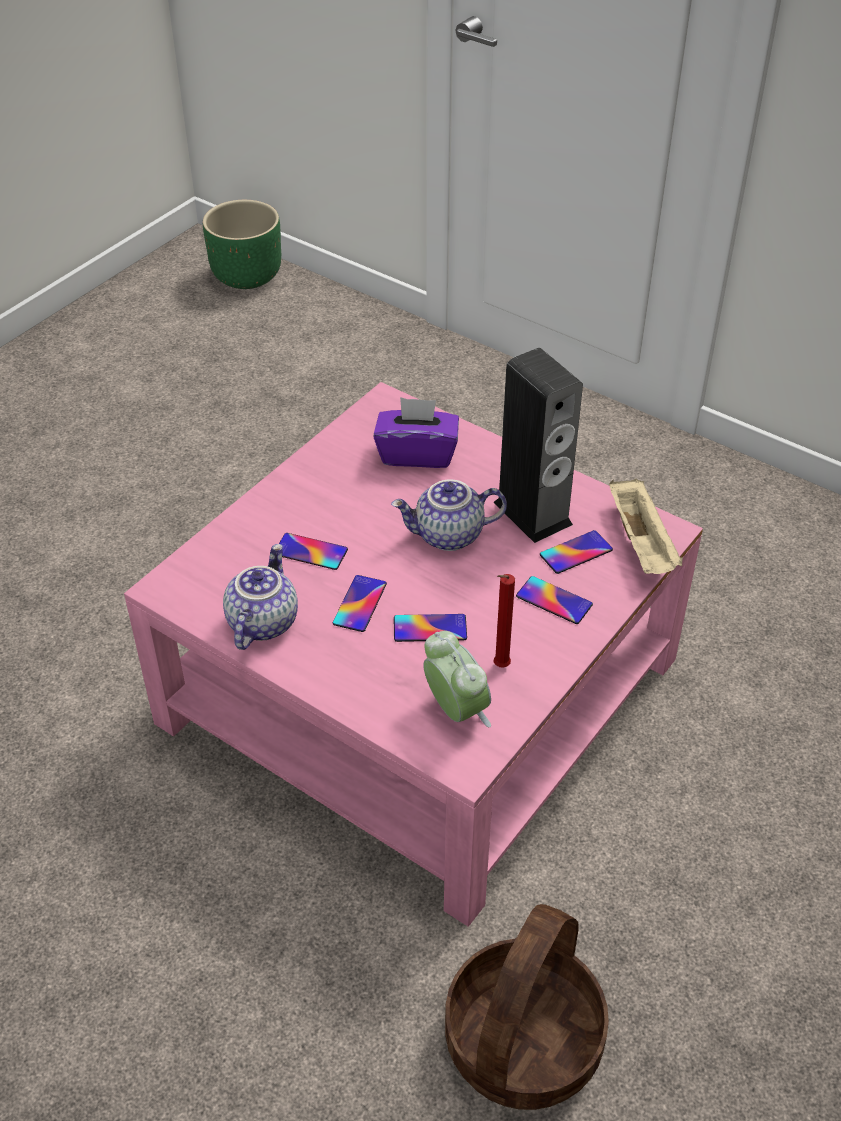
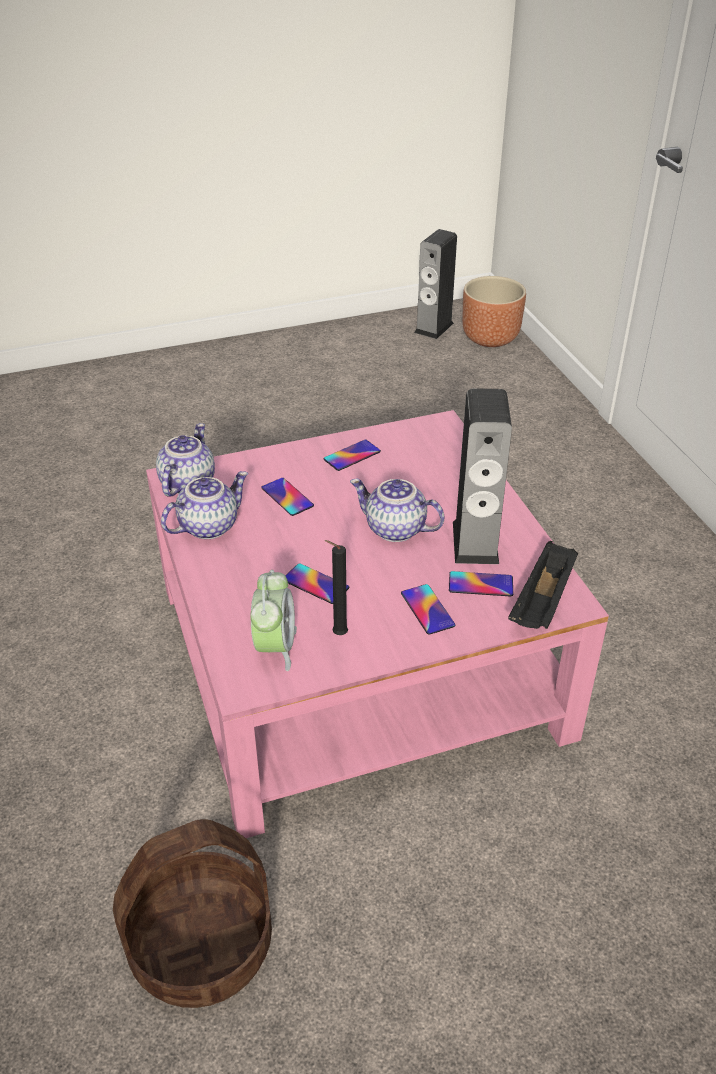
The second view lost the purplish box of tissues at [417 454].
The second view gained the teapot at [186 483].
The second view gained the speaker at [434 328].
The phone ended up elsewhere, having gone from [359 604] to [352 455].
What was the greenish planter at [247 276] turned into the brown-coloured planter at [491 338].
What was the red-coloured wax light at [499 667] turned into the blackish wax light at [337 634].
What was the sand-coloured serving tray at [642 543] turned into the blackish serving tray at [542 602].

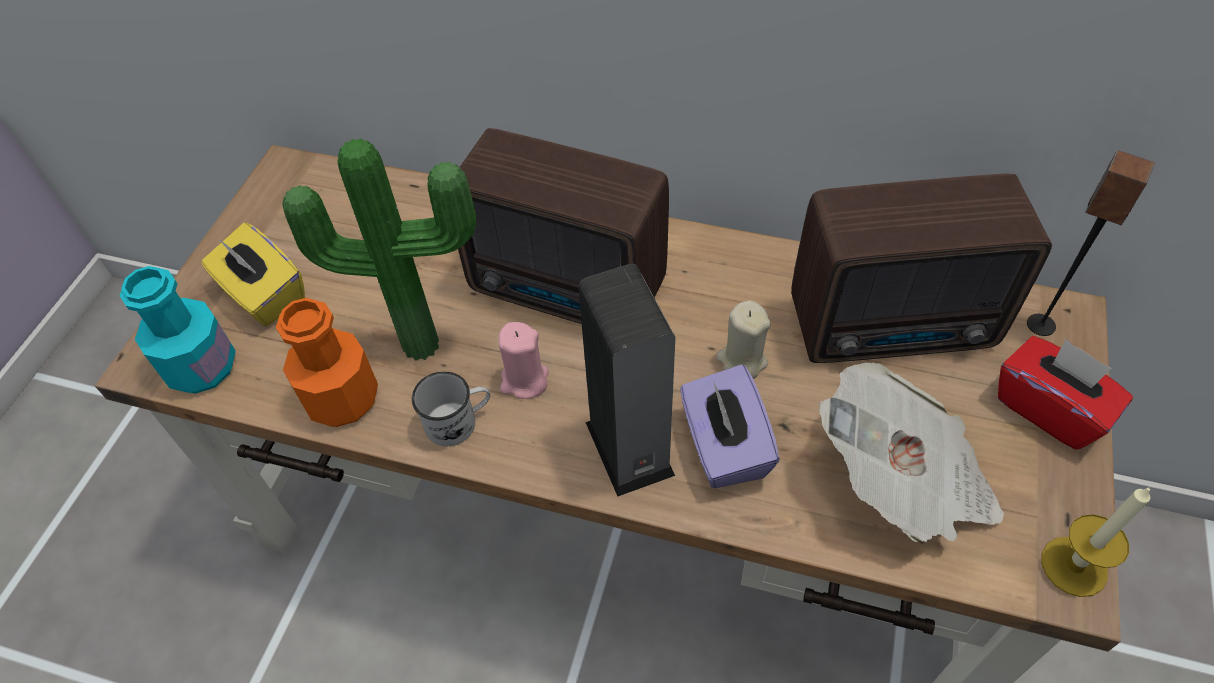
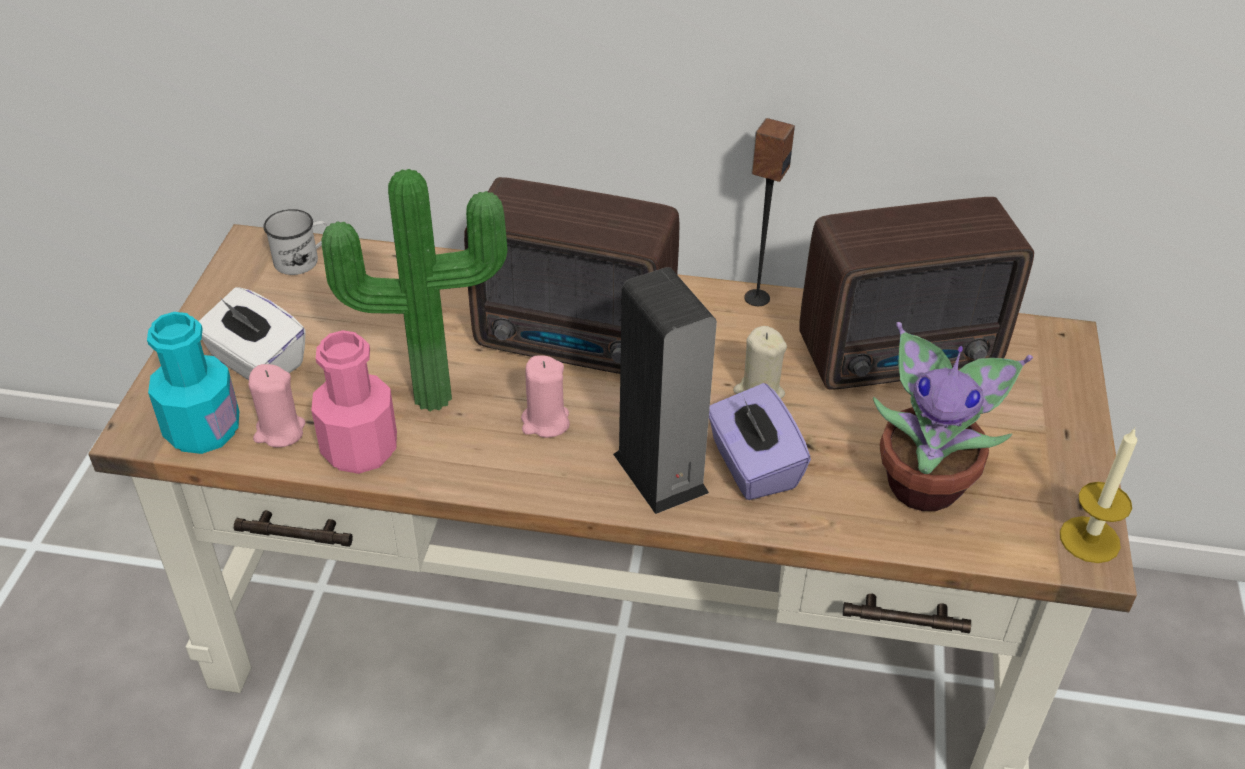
The second view lost the red-coloured box of tissues at [1049 408].
The second view gained the pink-coloured wax light at [279 431].
The white-coloured tea mug ended up elsewhere, having gone from [459 422] to [303 259].
The speaker ended up elsewhere, having gone from [1040 324] to [756 298].
Where the newspaper stood at [903 480], the potted plant came to stand at [926 482].
What was the yellow box of tissues at [264 295] turned into the white-coloured box of tissues at [256 362].
What was the orange bottle at [342 399] turned into the pink-coloured bottle at [360 449].

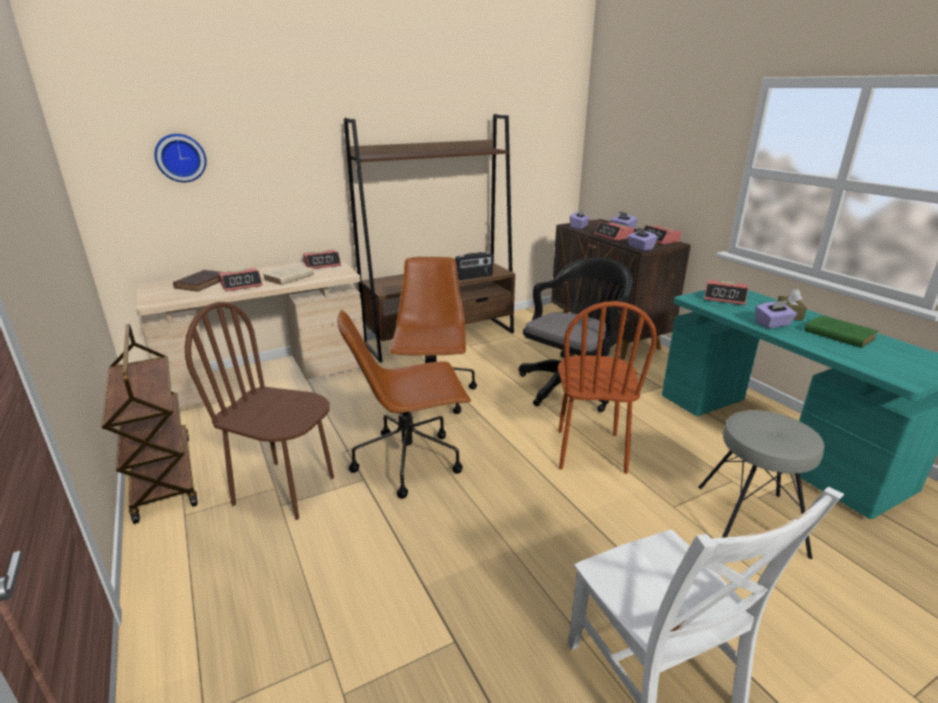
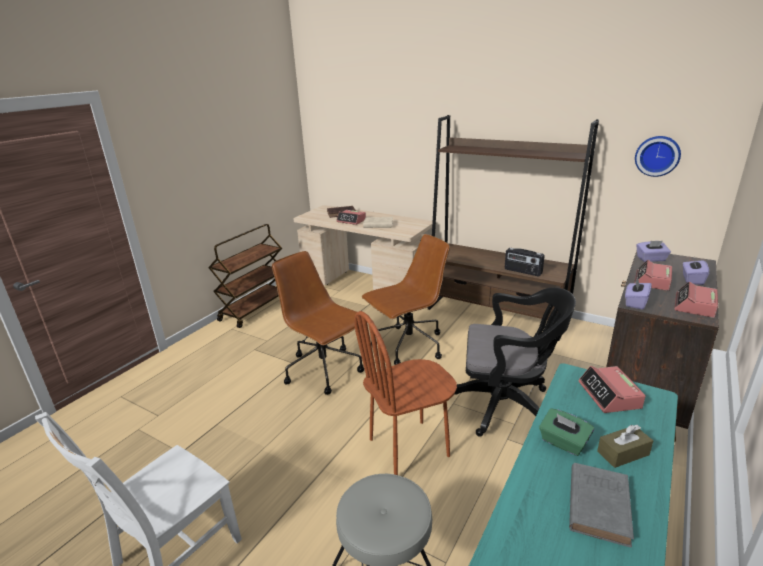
The second view lost the brown-coloured upright chair at [285 490].
The second view lost the table clock at [322 264].
The clock on the wall ended up elsewhere, having gone from [180 157] to [657 155].
What was the purplish box of tissues at [772 324] turned into the greenish box of tissues at [563 443].
What was the greenish bound book at [837 334] turned into the gray bound book at [598 504].

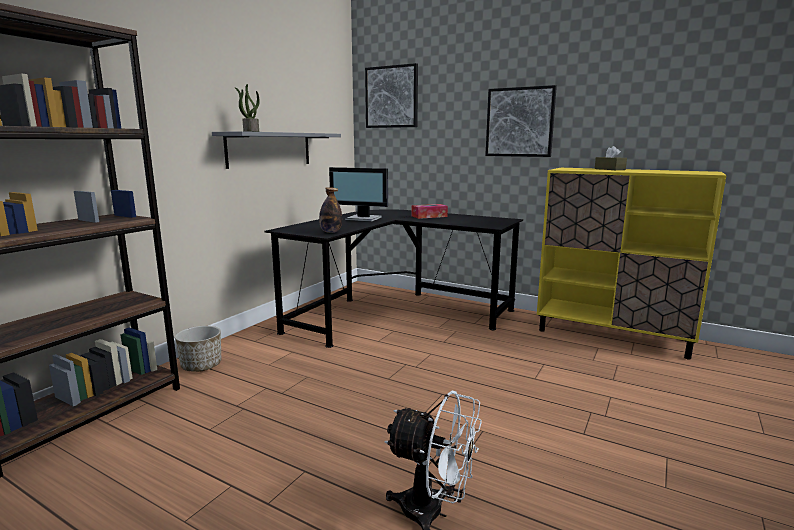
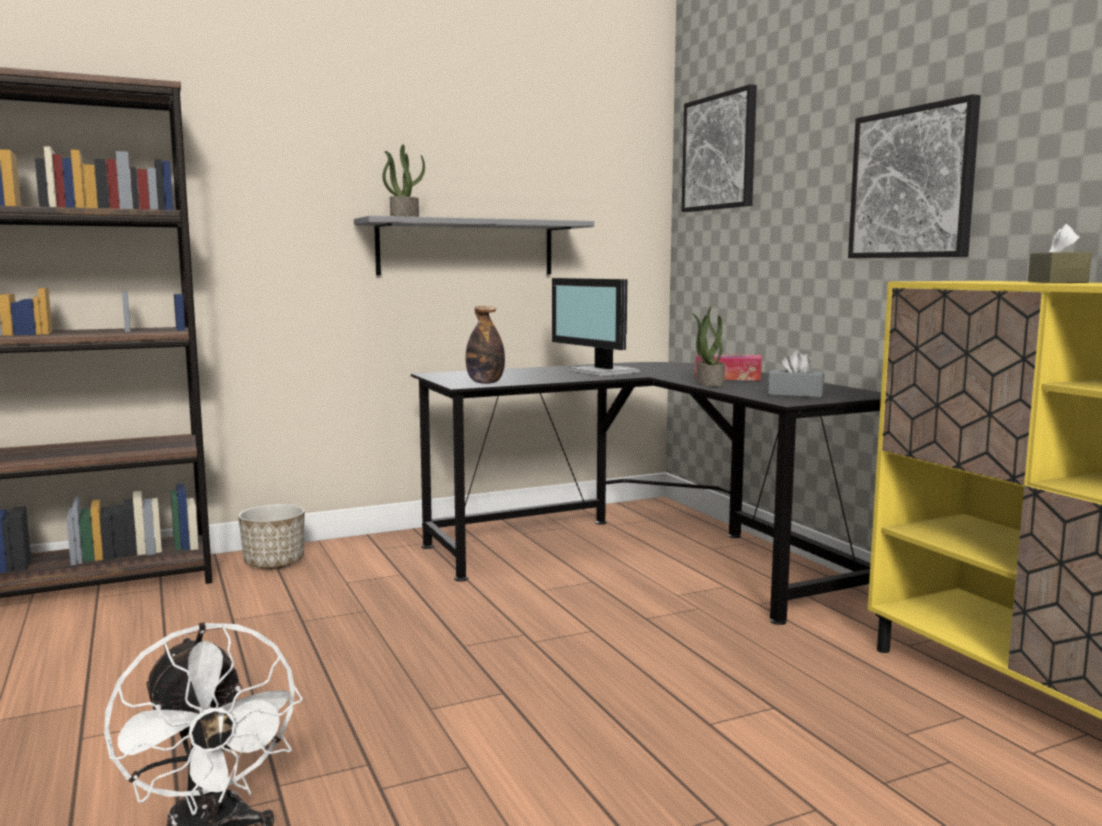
The second view gained the potted plant at [709 383].
The second view gained the gray box of tissues at [795 394].

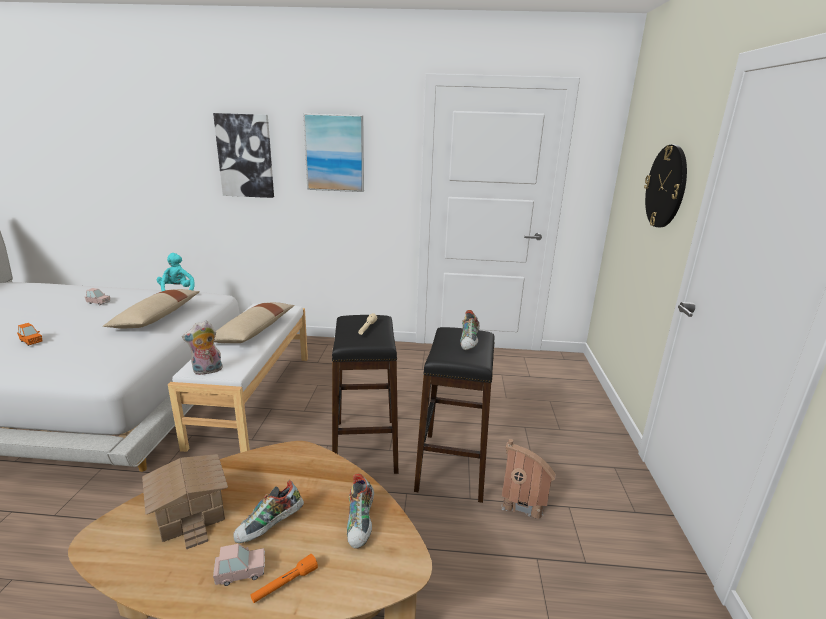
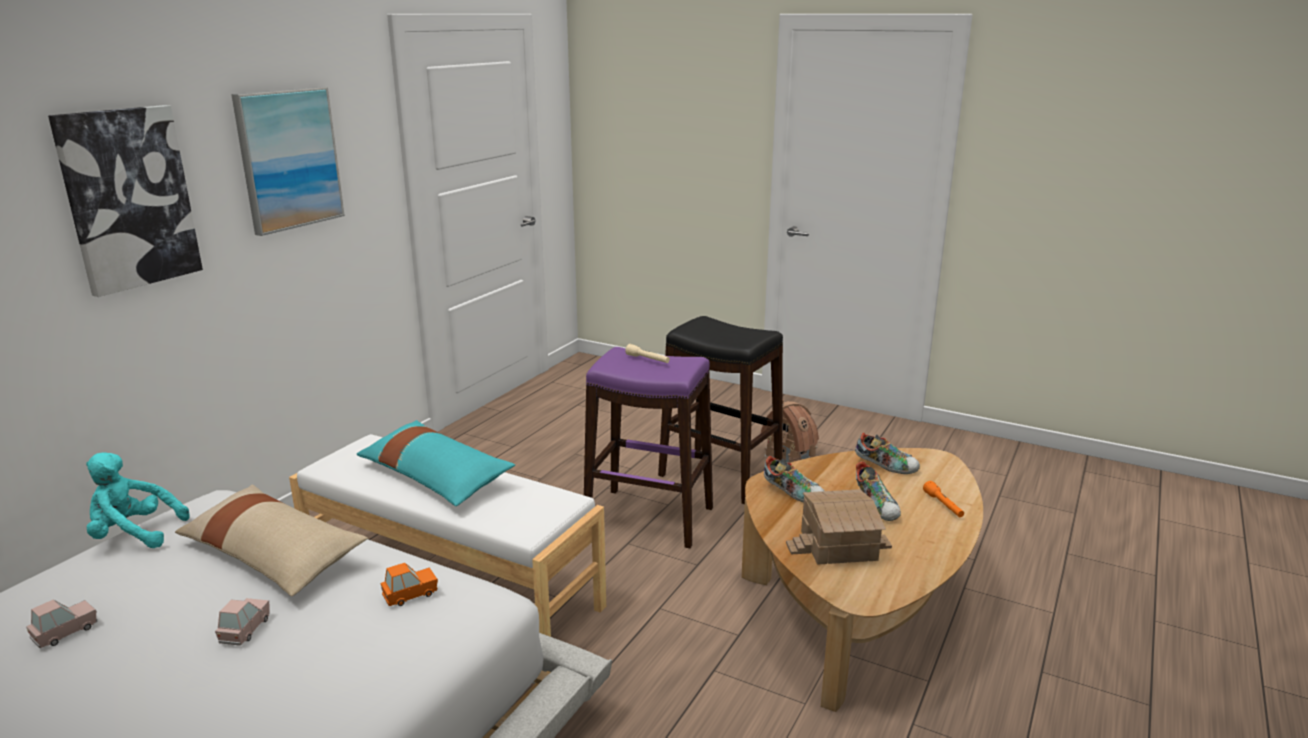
The second view lost the cuddly toy at [207 371].
The second view lost the clock on the wall at [666 186].
The orange toy car ended up elsewhere, having gone from [31 341] to [411 595].
The pink-coloured toy car ended up elsewhere, having gone from [241 573] to [246 630].
The low shoe ended up elsewhere, having gone from [470 342] to [793 494].
What was the sand-coloured cushion at [253 331] turned into the blue-green cushion at [435 477].
What was the blackish stool at [365 446] turned into the purplish stool at [650 518].

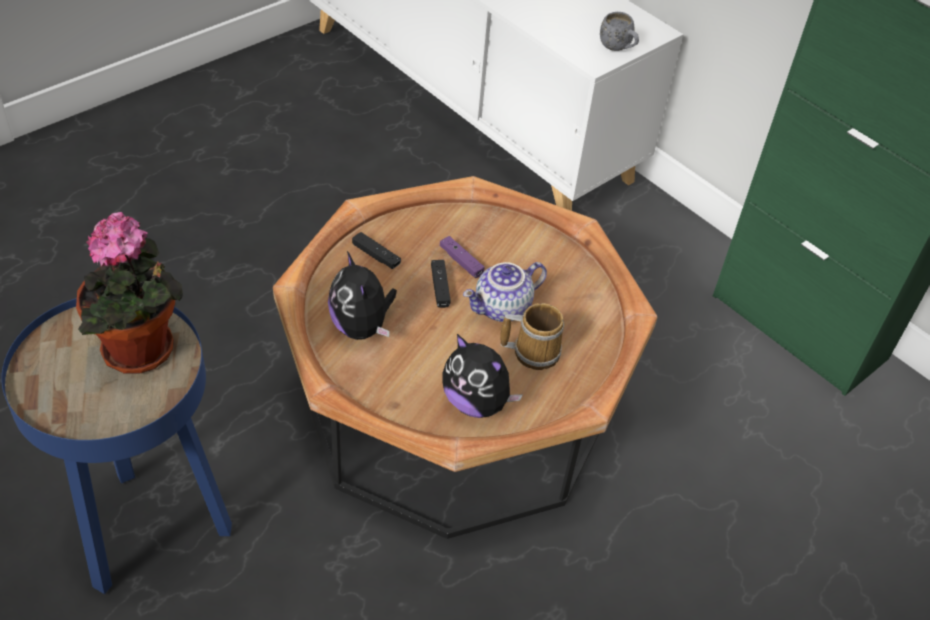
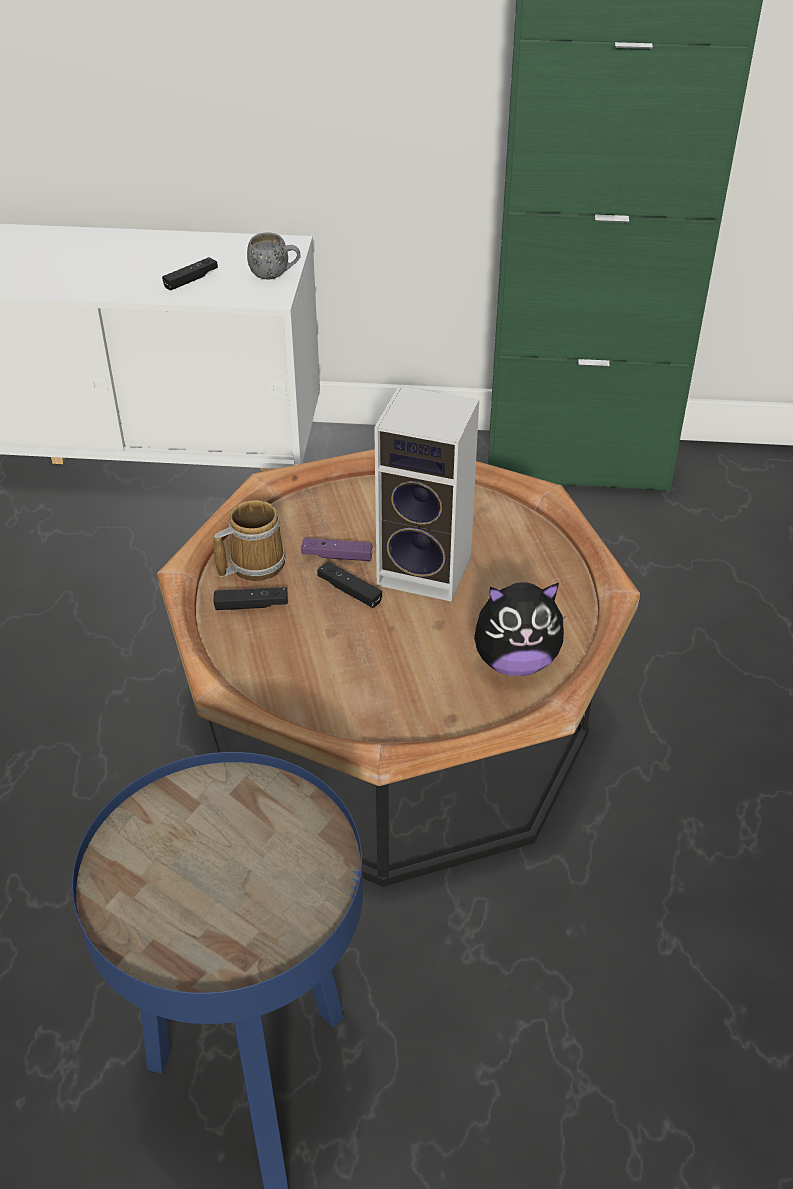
The second view lost the potted plant at [142 353].
The second view lost the cuddly toy at [362 327].
The second view gained the blackish joypad at [191 280].
The tea mug ended up elsewhere, having gone from [533 351] to [253 564].
Where the teapot stood at [502 309], the speaker came to stand at [428 570].

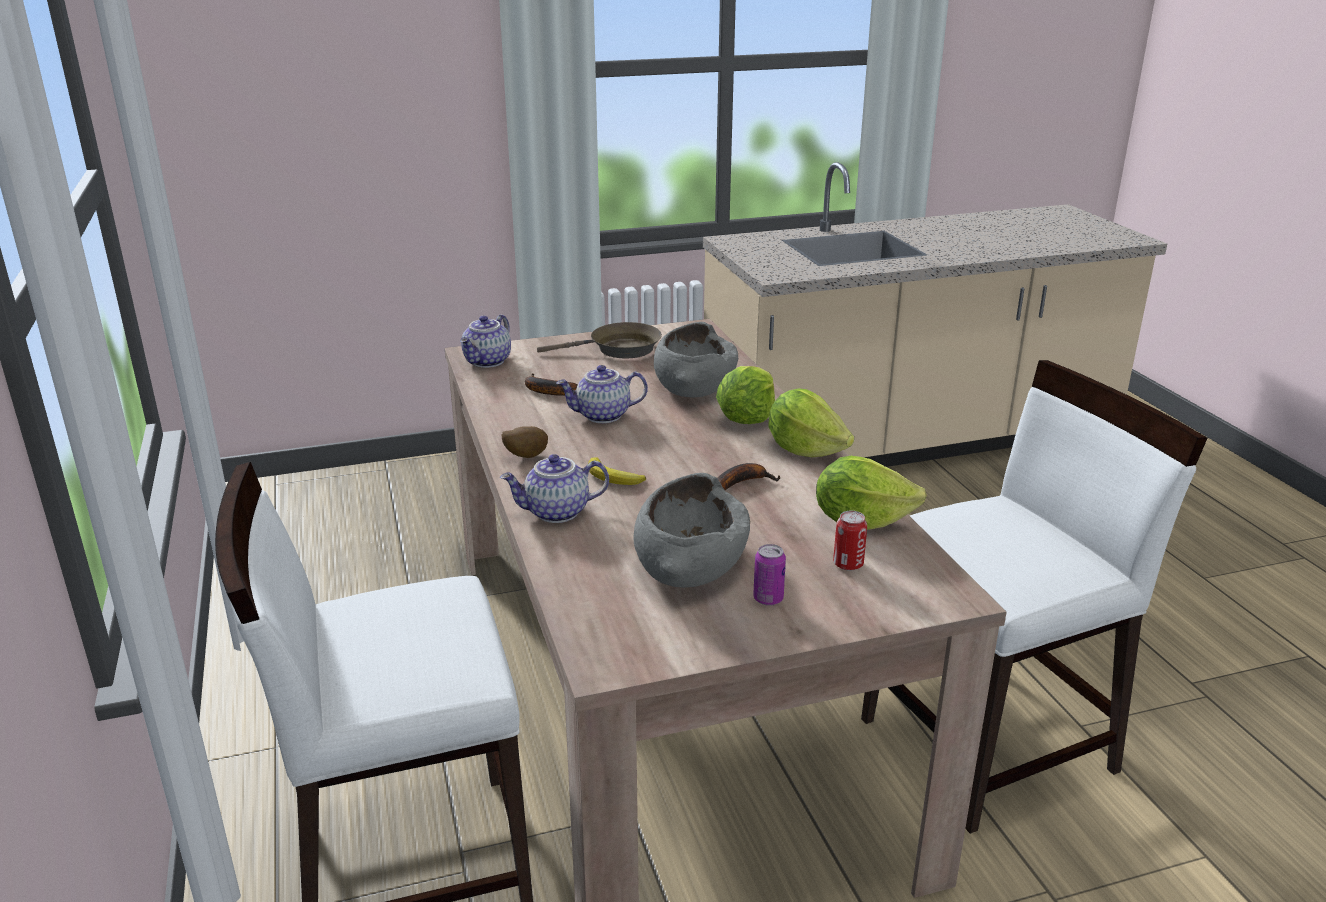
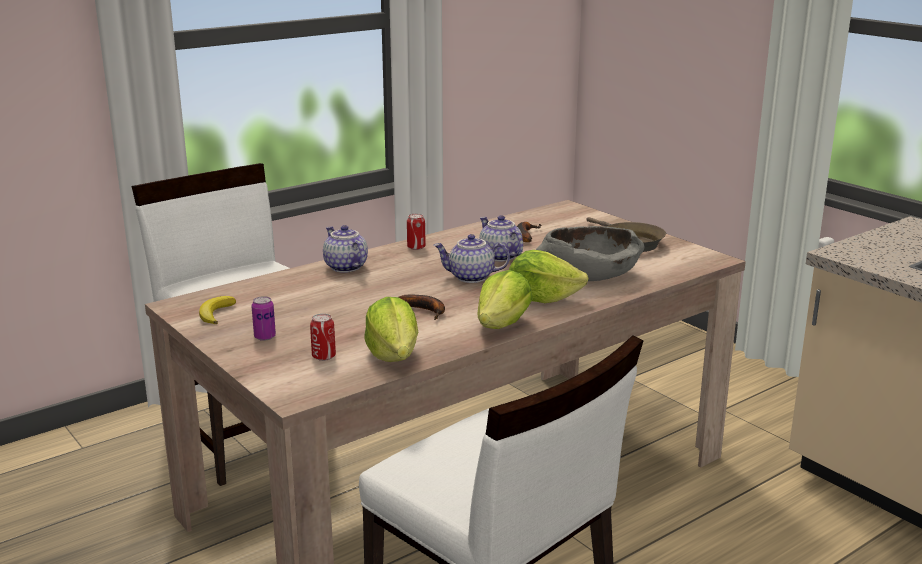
The second view lost the gray deep dish at [690 562].
The teapot ended up elsewhere, having gone from [488 362] to [470 277].
The whole banana ended up elsewhere, having gone from [613 477] to [215 313].
Where the potato stood at [525 456], the can came to stand at [416 247].

